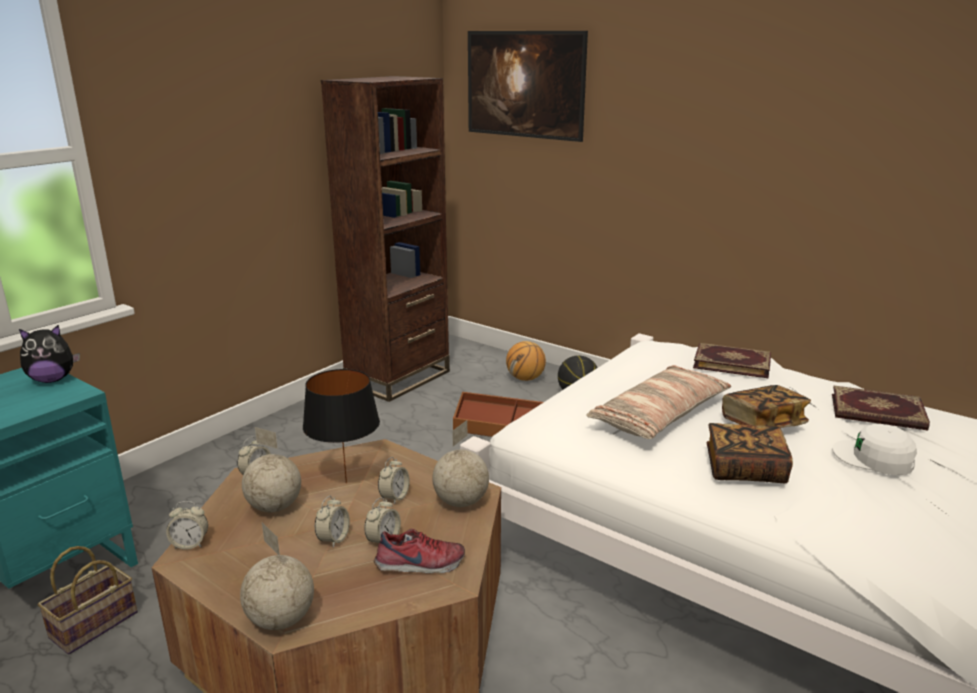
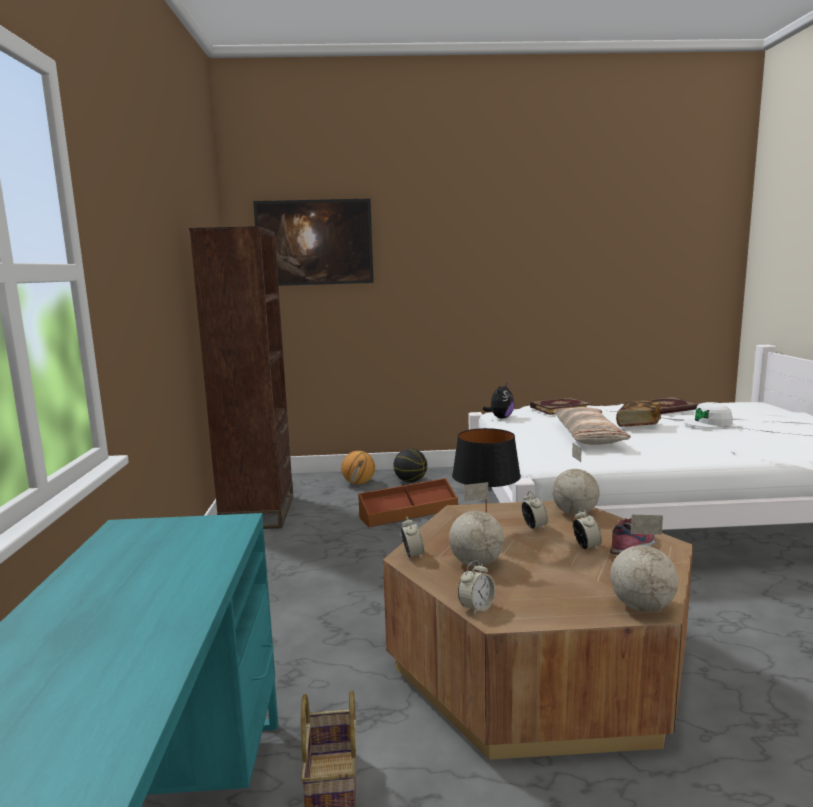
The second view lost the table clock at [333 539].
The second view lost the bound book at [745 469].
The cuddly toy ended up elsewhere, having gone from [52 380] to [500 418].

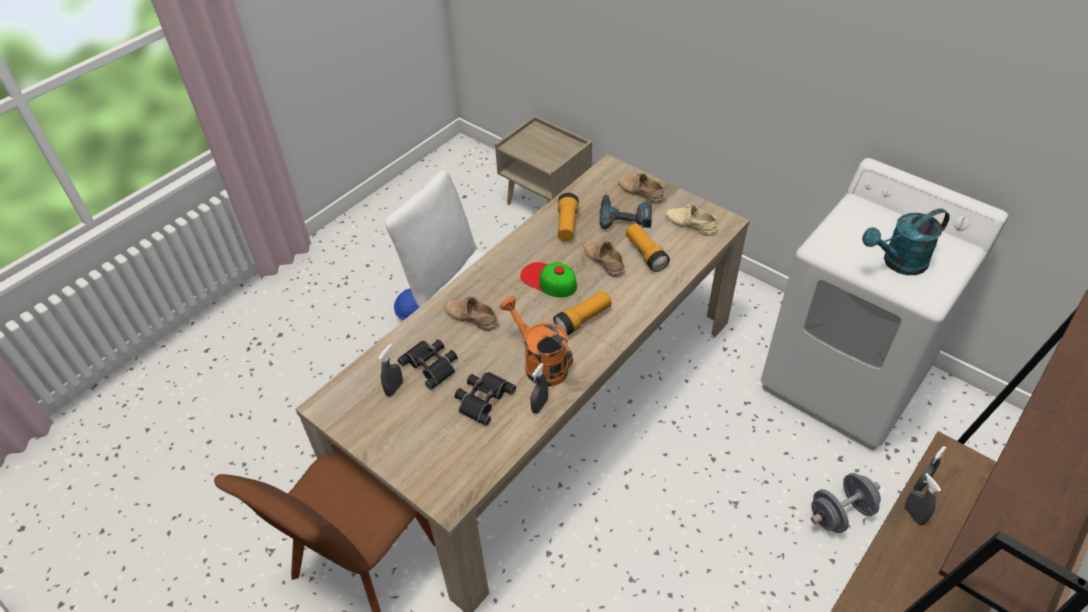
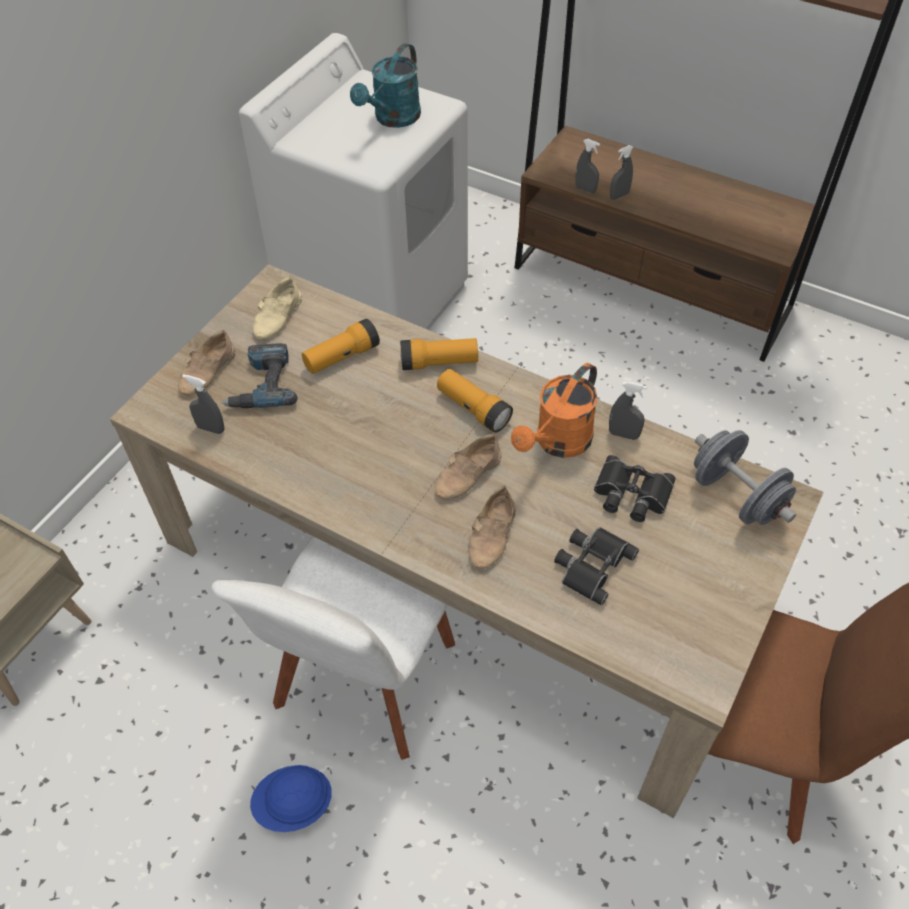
The second view lost the baseball cap at [548 280].
The gray hand sprayer ended up elsewhere, having gone from [394 388] to [211 428].
The flashlight ended up elsewhere, having gone from [567 225] to [439 363].
The sand-coloured low shoe ended up elsewhere, having gone from [602 260] to [469 475].
The gray dumbbell ended up elsewhere, having gone from [840 513] to [736 496].
The blue-green watering can at [898 263] ended up facing another way, 60 degrees clockwise from before.

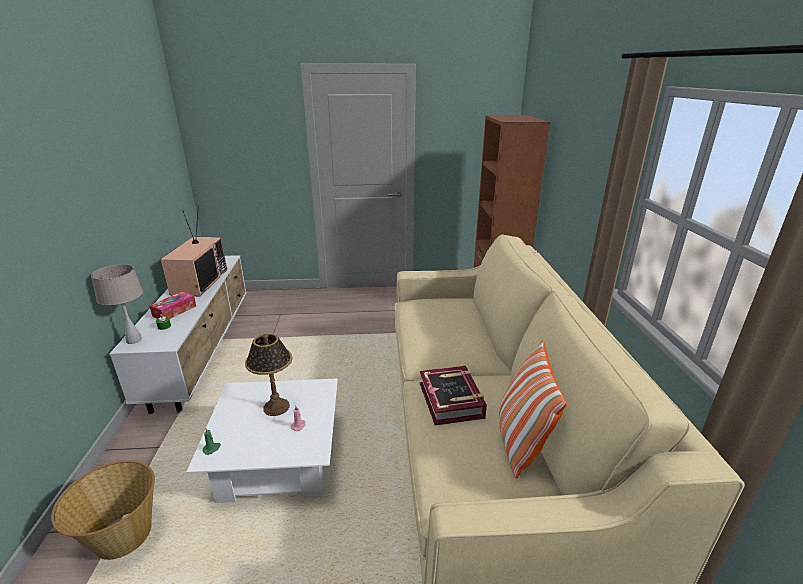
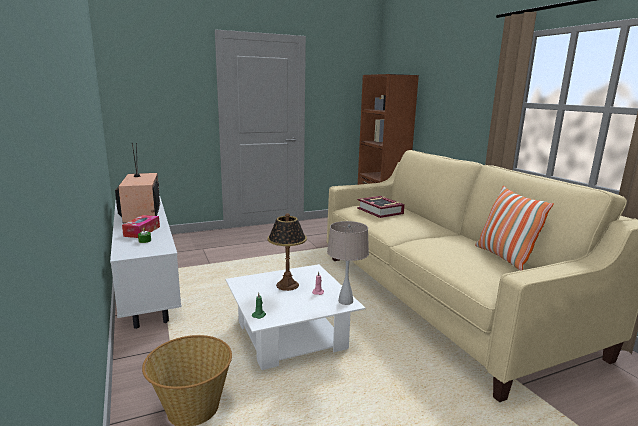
The sand-coloured table lamp ended up elsewhere, having gone from [134 340] to [346 301].
The bound book ended up elsewhere, having gone from [451 400] to [380 211].

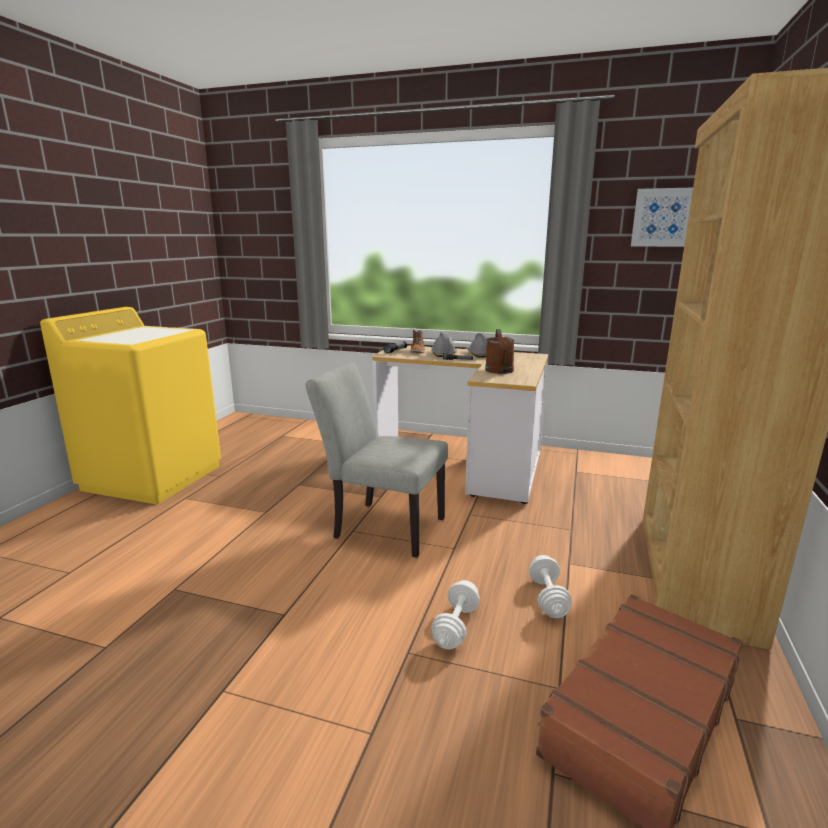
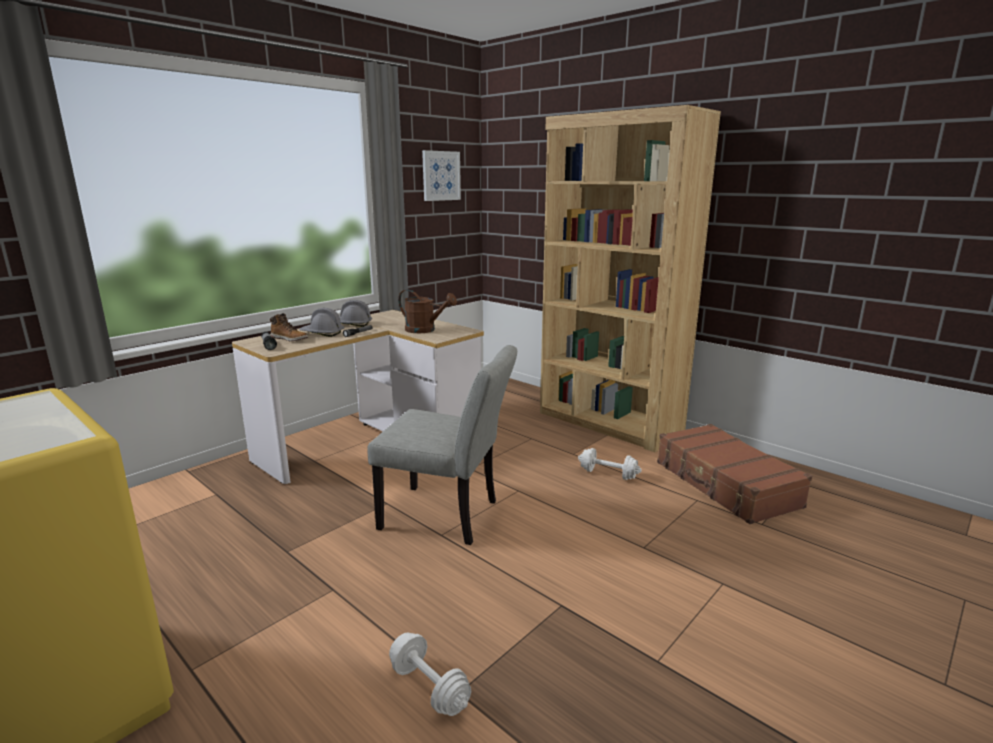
The white-coloured dumbbell ended up elsewhere, having gone from [456 626] to [429 687].
The gray upright chair at [381 526] ended up facing another way, 120 degrees counterclockwise from before.

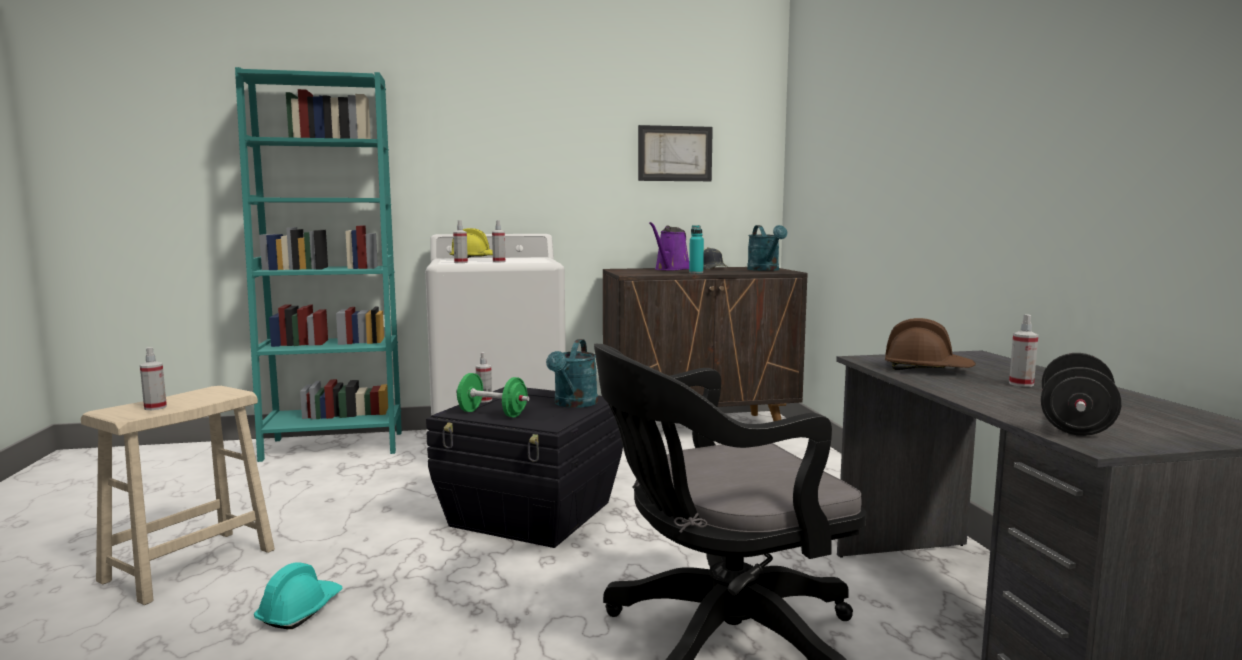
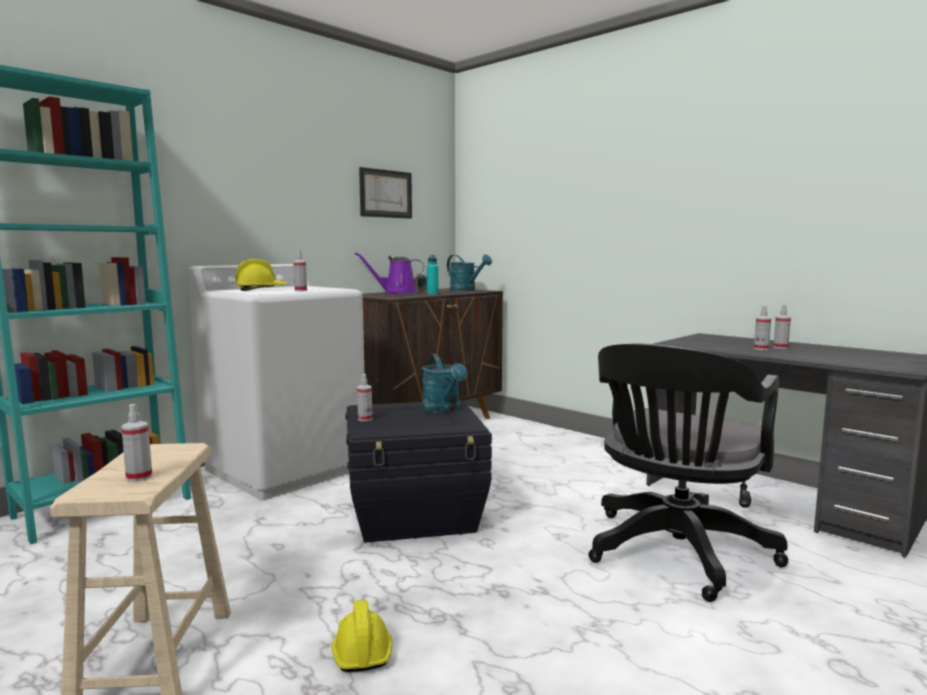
The second view lost the greenish dumbbell at [492 413].
The second view lost the brown-coloured work helmet at [927 369].
The second view lost the blackish dumbbell at [1075 423].
The hand sprayer ended up elsewhere, having gone from [461 262] to [761 349].
What was the blue-green work helmet at [300 610] turned into the yellow work helmet at [361 649].
The purplish watering can at [671 269] ended up facing another way, 90 degrees clockwise from before.

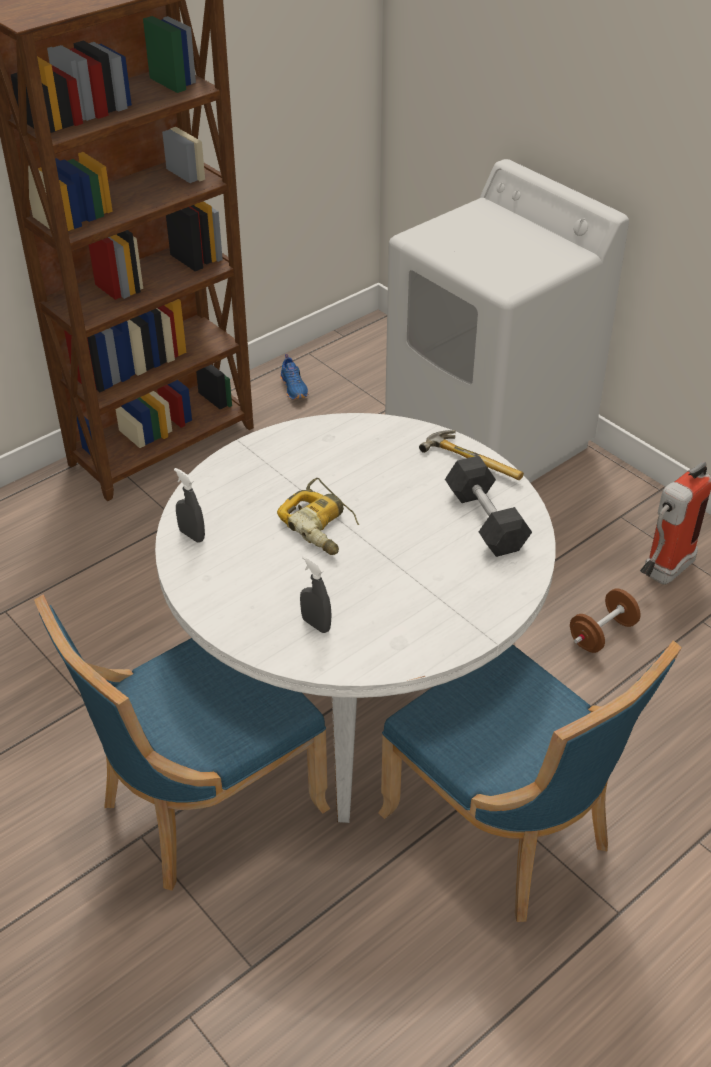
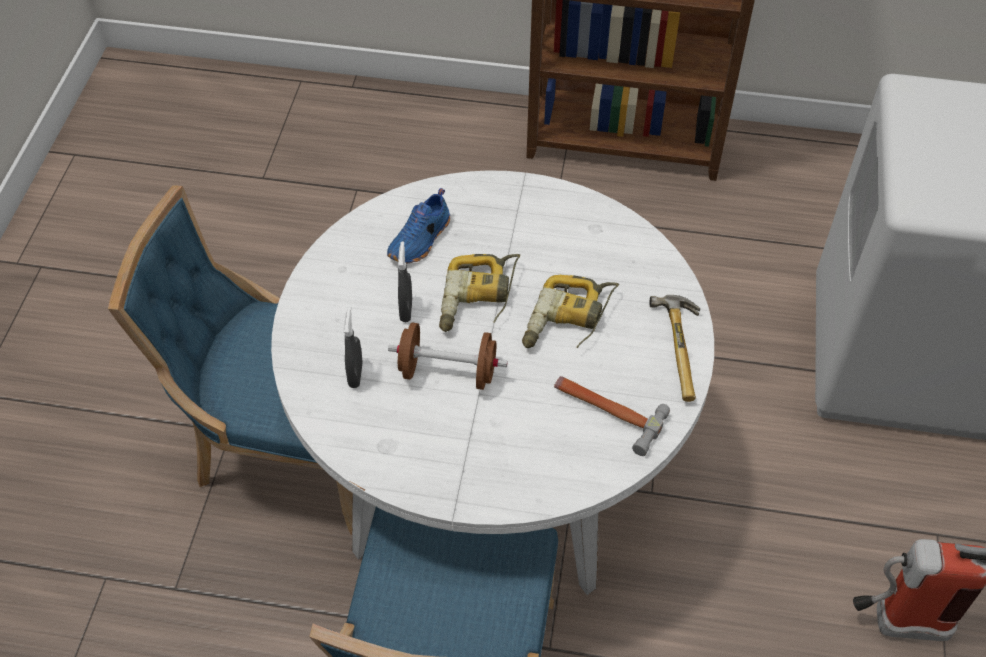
The second view gained the power drill at [568 321].
The gray hand sprayer ended up elsewhere, having gone from [192 535] to [406 310].
The blue low shoe ended up elsewhere, having gone from [294 388] to [421 240].
The brown-coloured dumbbell ended up elsewhere, having gone from [602 634] to [448 372].
Where the gray dumbbell stood at [485 520], the hammer came to stand at [606 411].

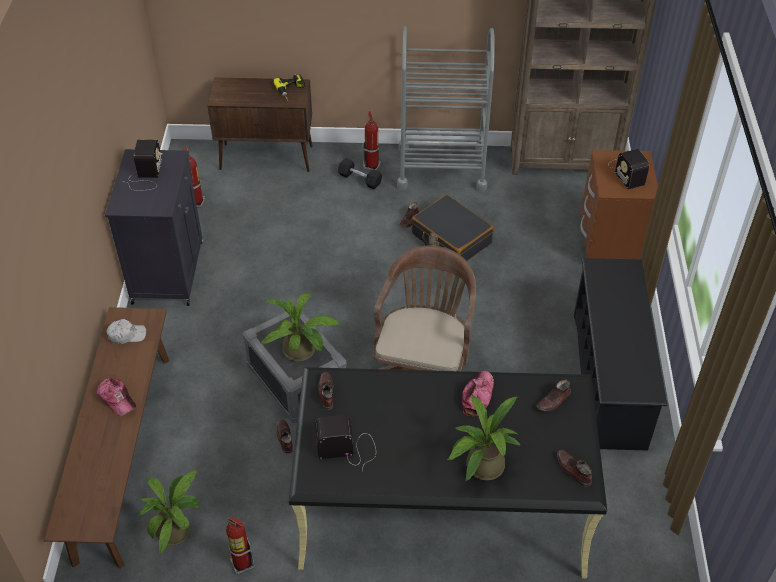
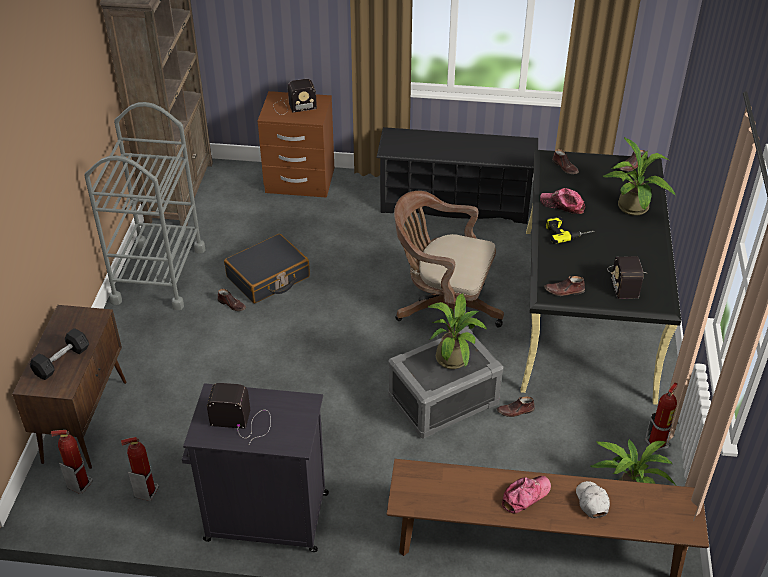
The white-coloured baseball cap ended up elsewhere, having gone from [127 335] to [592 502].
The power drill ended up elsewhere, having gone from [292 91] to [567 231].
The blackish dumbbell ended up elsewhere, having gone from [360 179] to [62 361].
The extinguisher ended up elsewhere, having gone from [372 166] to [79 484].

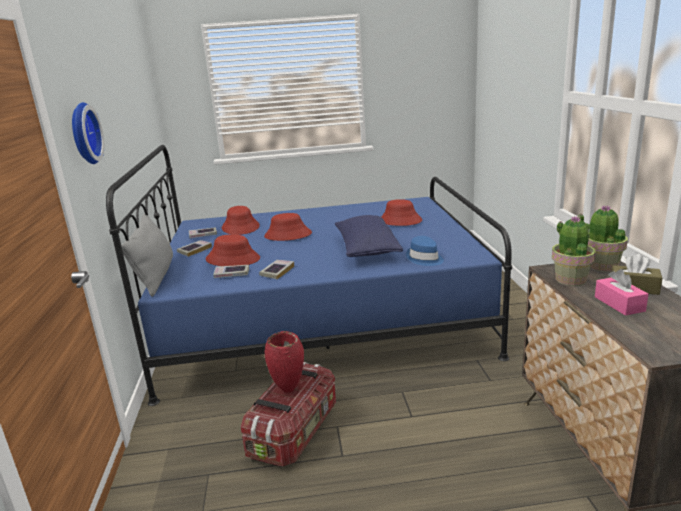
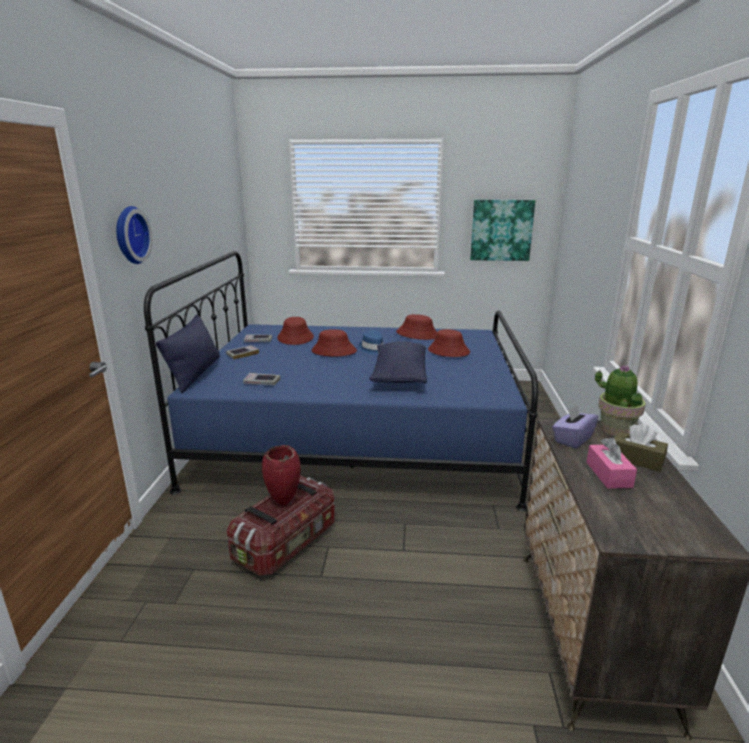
The second view lost the bound book at [277 272].
The second view gained the picture at [501 230].
The red-coloured wearable hat ended up elsewhere, having gone from [233 259] to [417 334].
The blue wearable hat ended up elsewhere, having gone from [424 259] to [373 349].
Where the potted plant stood at [570 279], the purplish box of tissues came to stand at [572 439].
What was the gray cushion at [155 276] turned into the blue cushion at [195 374].

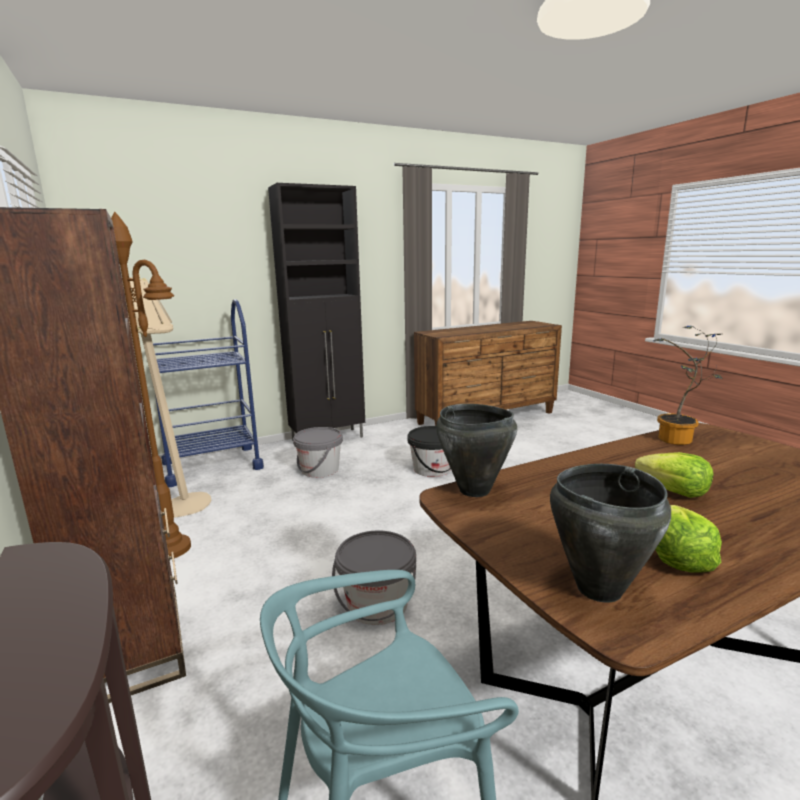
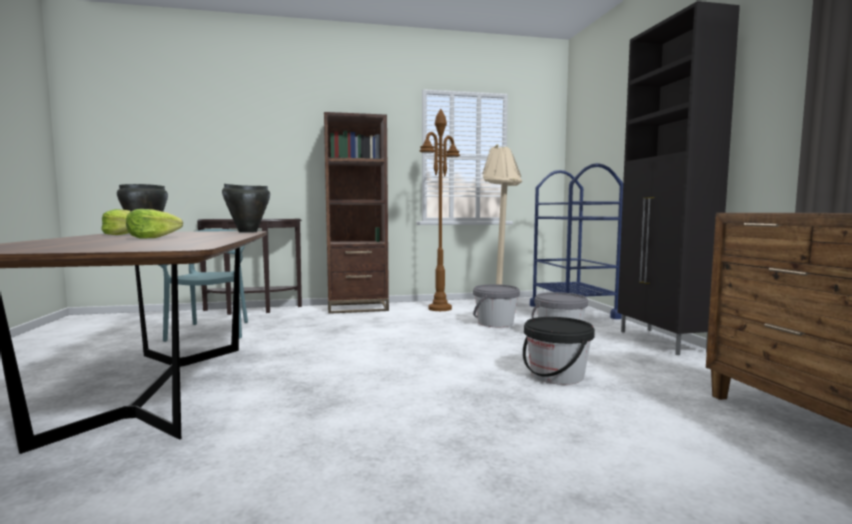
The second view lost the potted plant at [678 441].
The gray bucket ended up elsewhere, having gone from [377 604] to [495 323].

